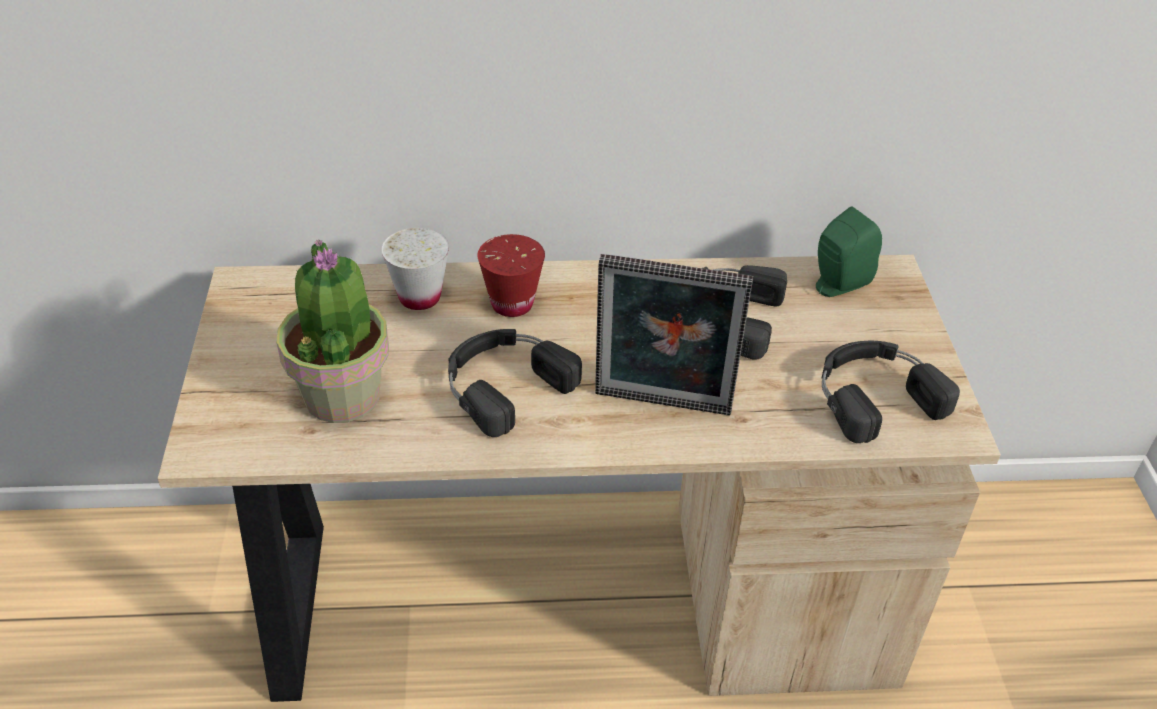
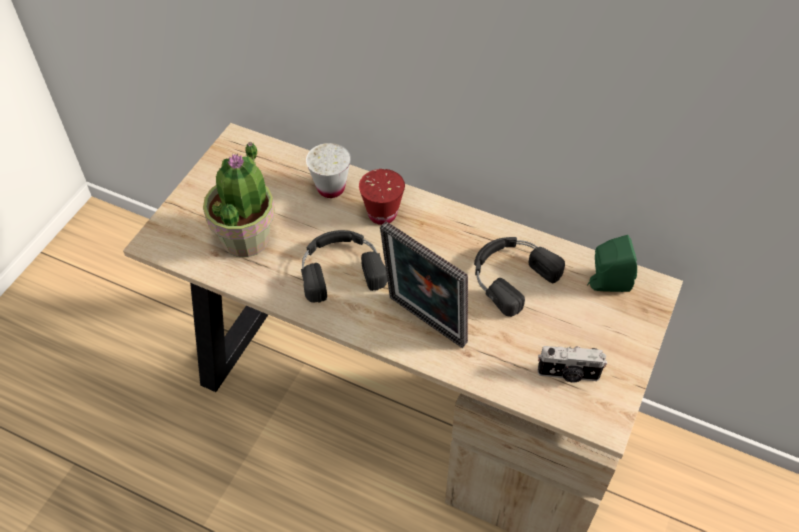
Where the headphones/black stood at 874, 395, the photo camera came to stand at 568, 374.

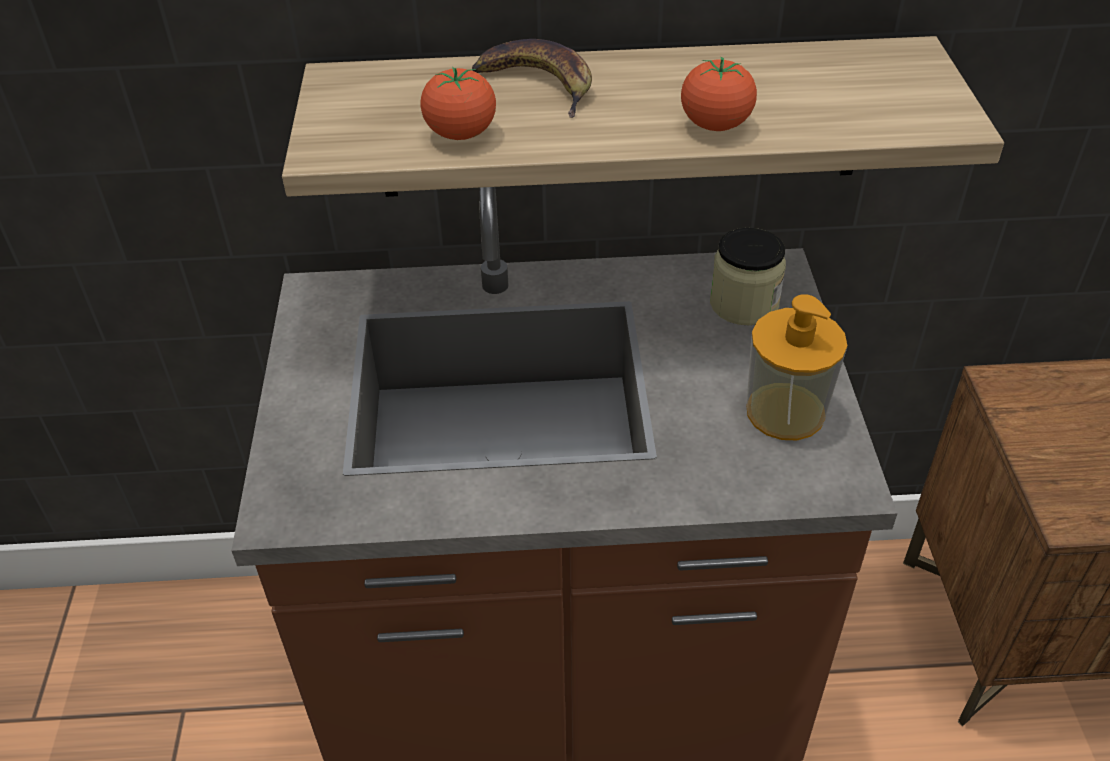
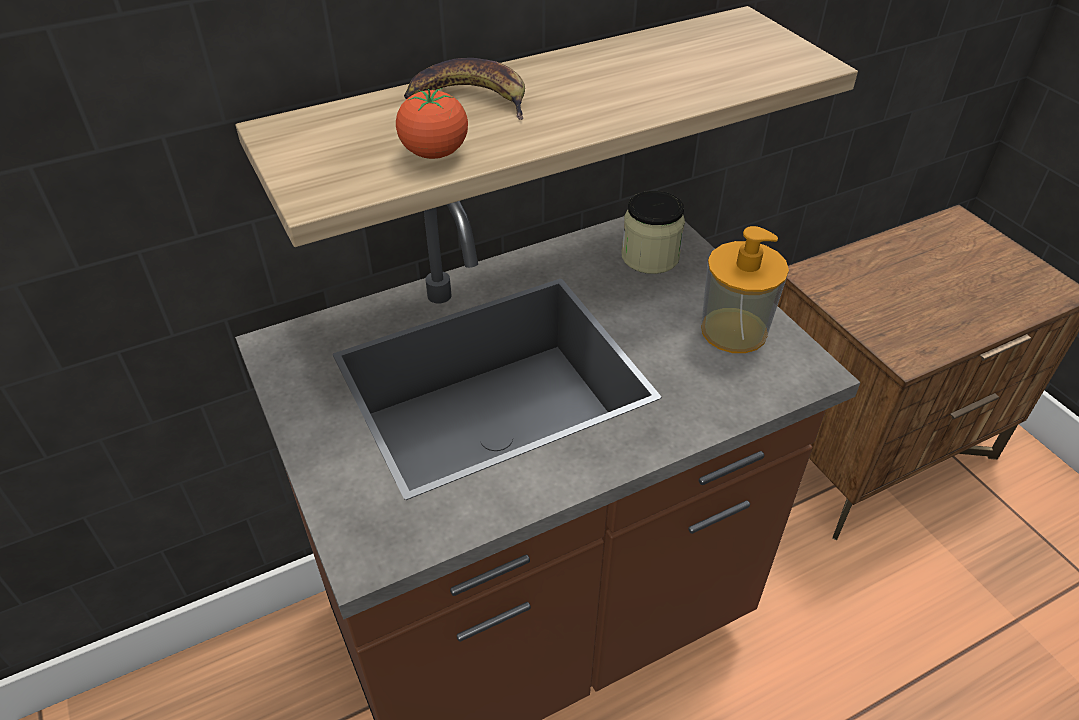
The second view lost the tomato at 715, 125.

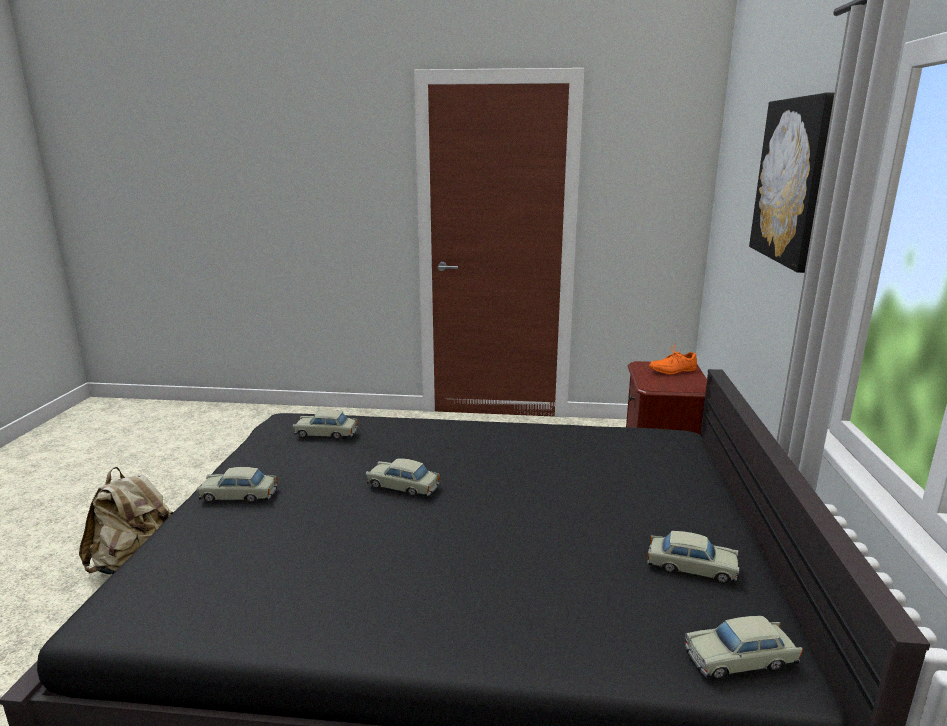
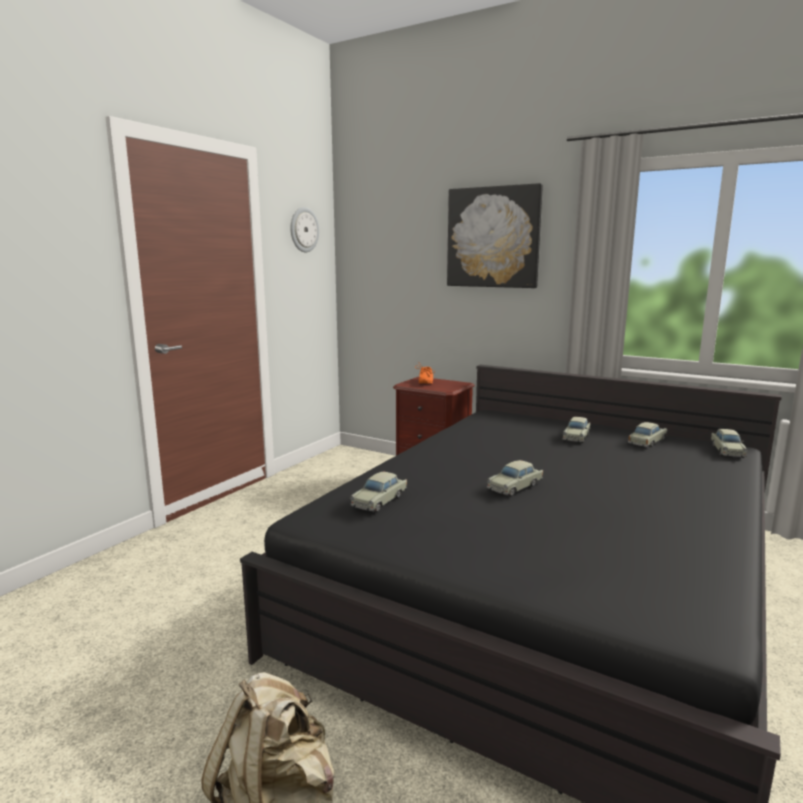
The second view gained the wall clock at 304, 230. The toy car/beige ended up elsewhere, having gone from 239, 495 to 576, 437.

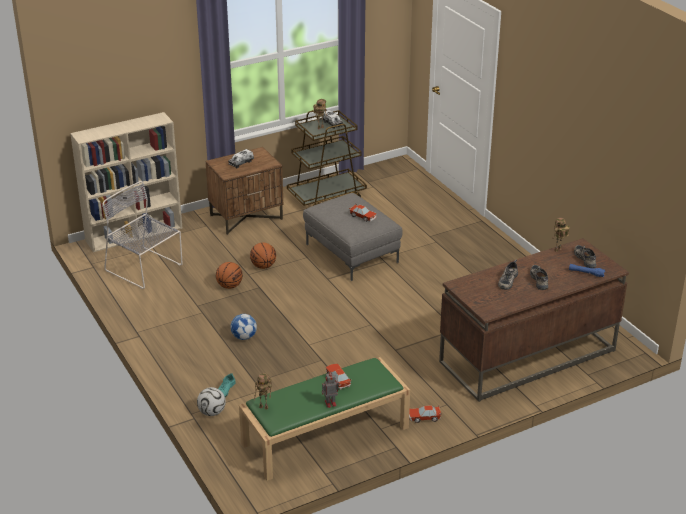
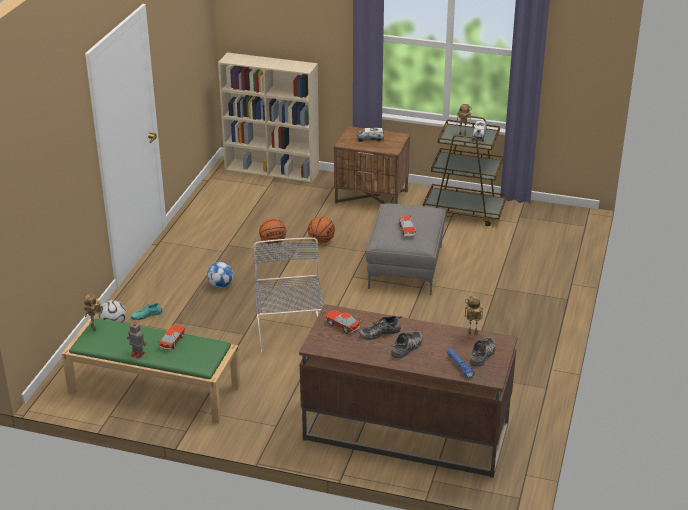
The chair/grey ended up elsewhere, having gone from 145, 268 to 290, 333. The toy car ended up elsewhere, having gone from 424, 417 to 342, 325.

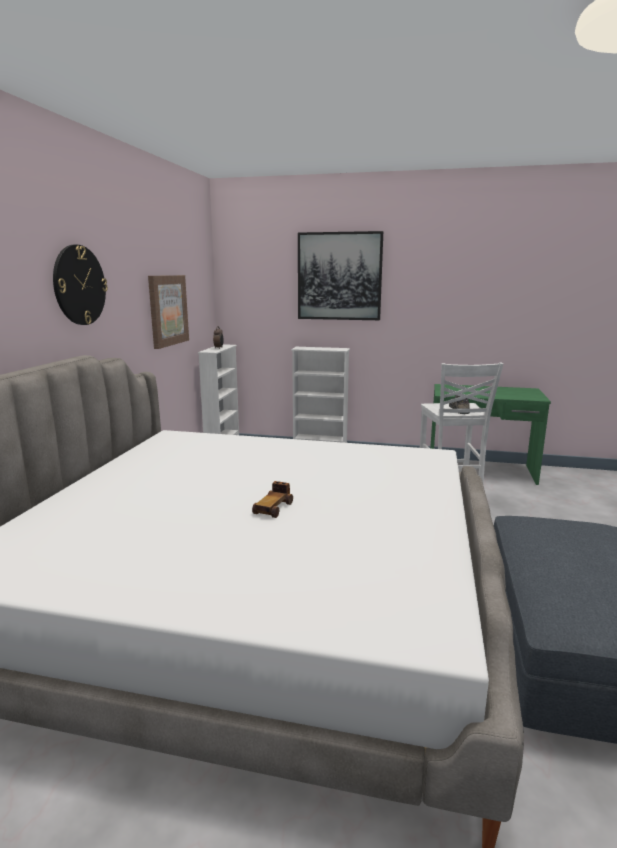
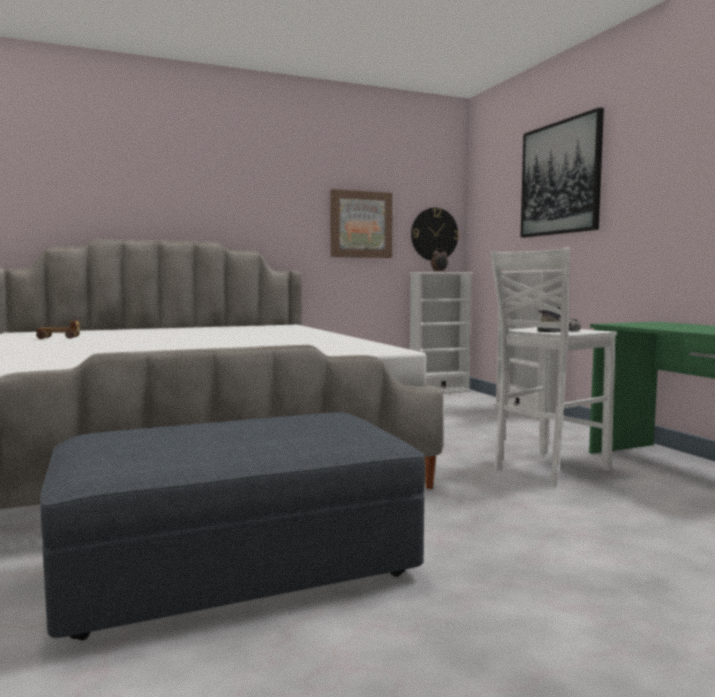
The toy car ended up elsewhere, having gone from 273, 508 to 59, 338. The wall clock ended up elsewhere, having gone from 79, 285 to 434, 234.

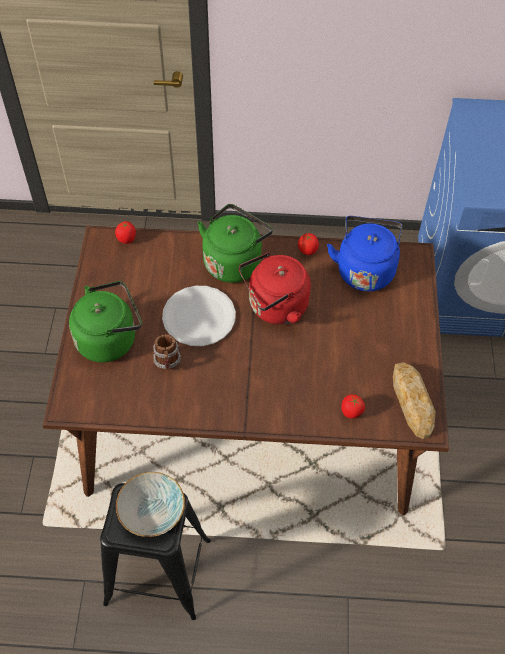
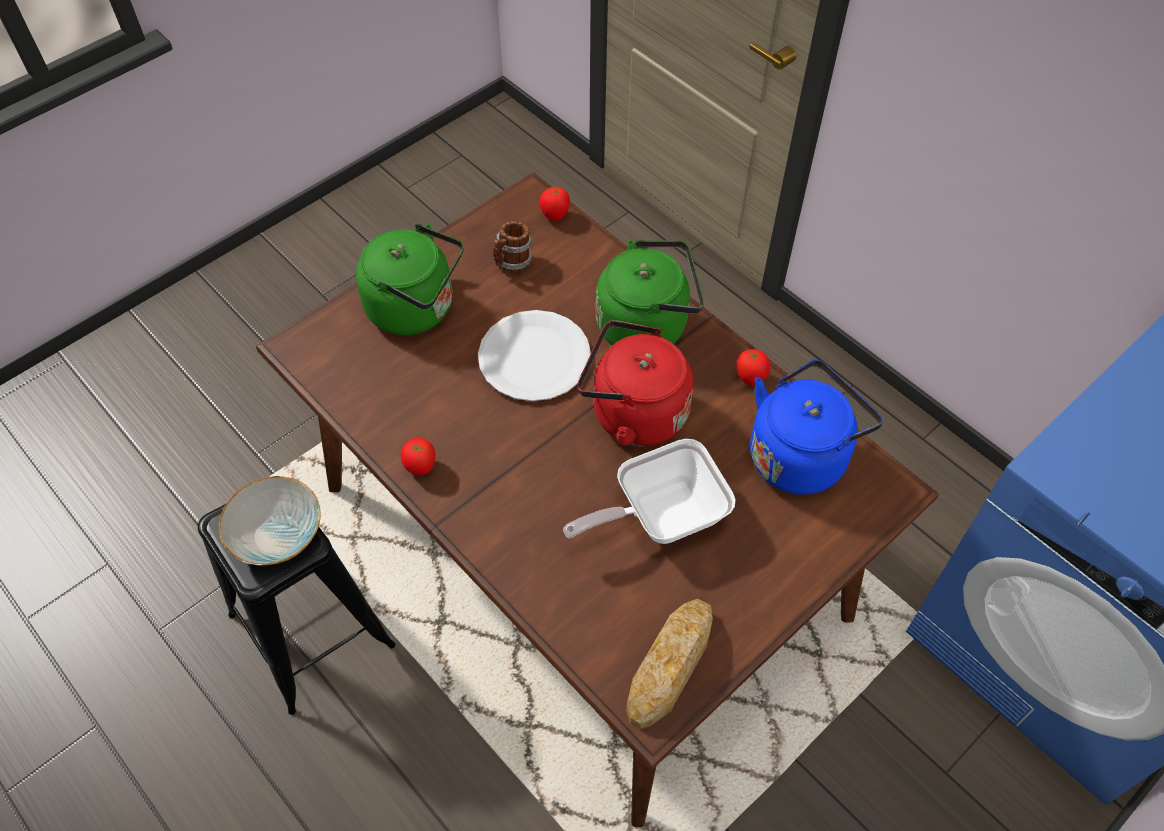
The tomato ended up elsewhere, having gone from 351, 413 to 420, 467. The mug ended up elsewhere, having gone from 168, 362 to 512, 263. The second view gained the frying pan at 660, 516.

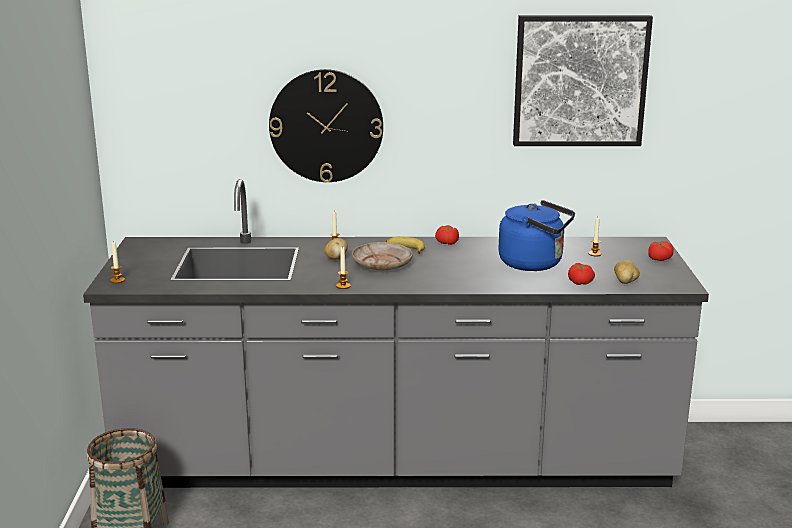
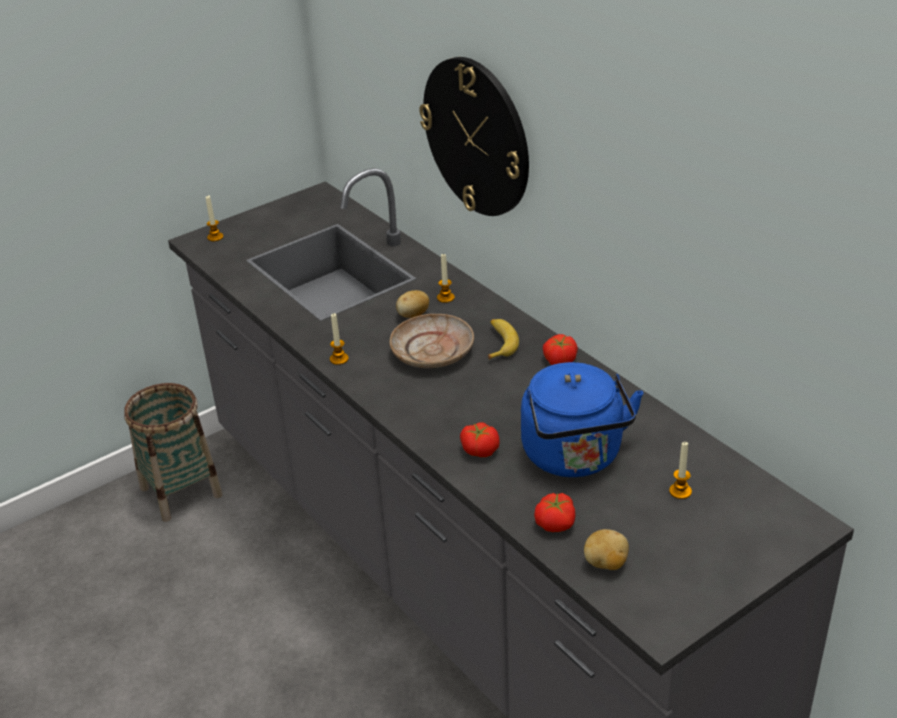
The tomato ended up elsewhere, having gone from 659, 258 to 480, 449. The second view lost the picture at 580, 81.

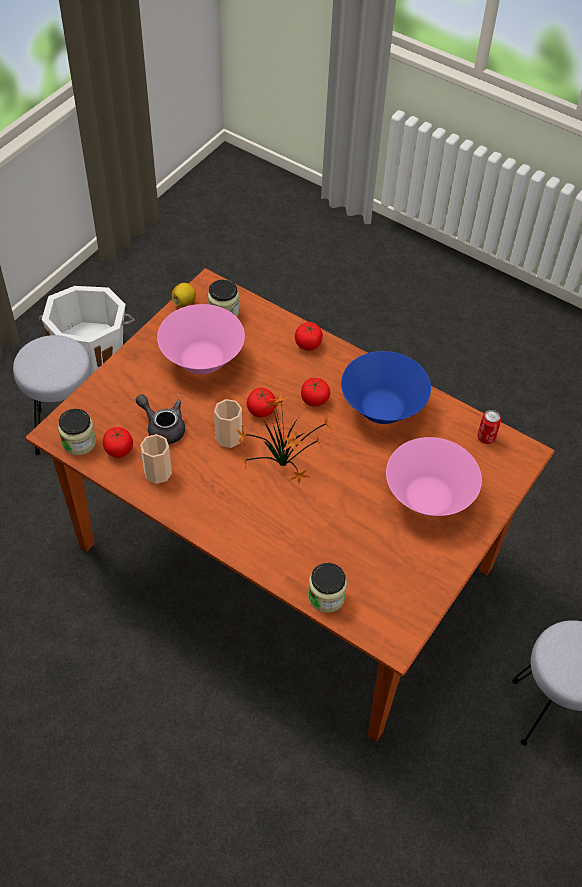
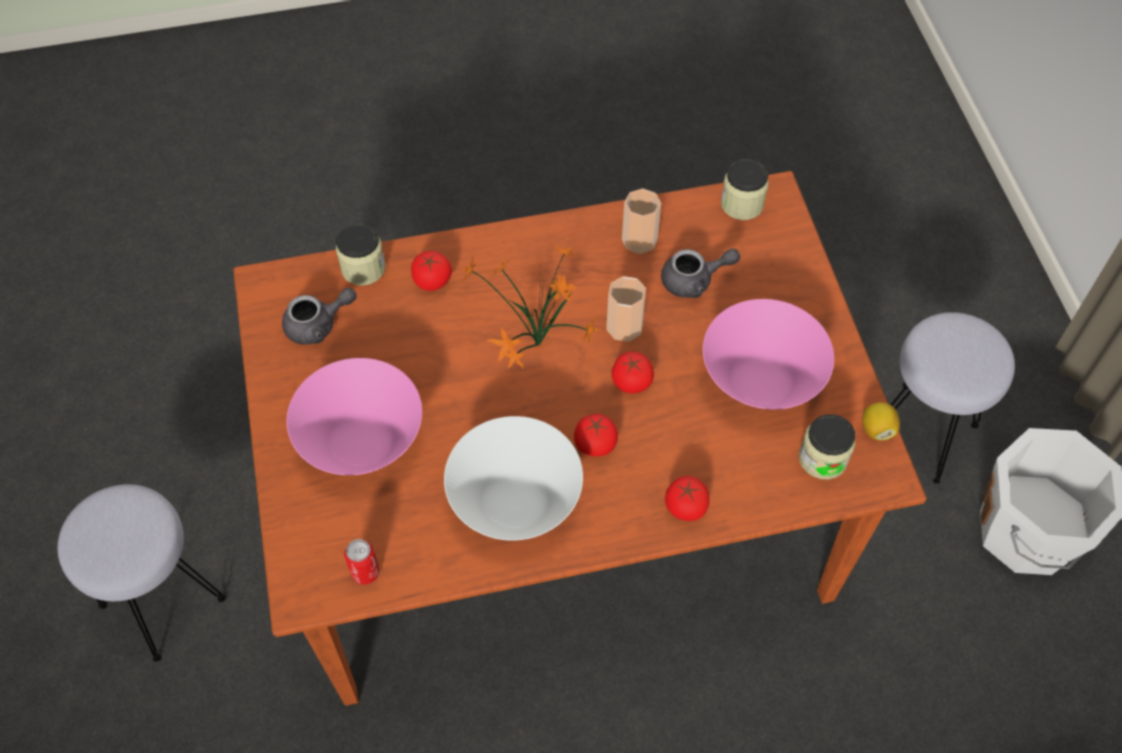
The second view gained the teapot/grey at 318, 325. The tomato ended up elsewhere, having gone from 119, 449 to 432, 280. What was the bowl/blue at 382, 408 turned into the bowl/white at 515, 502.

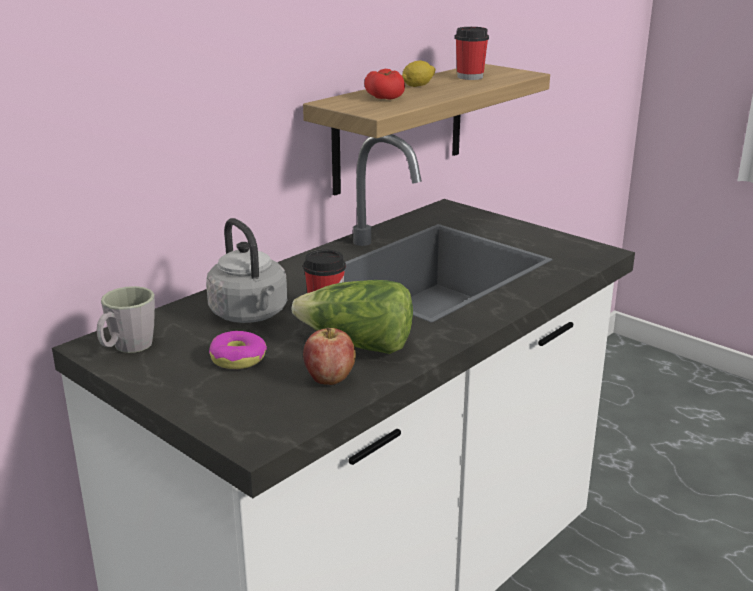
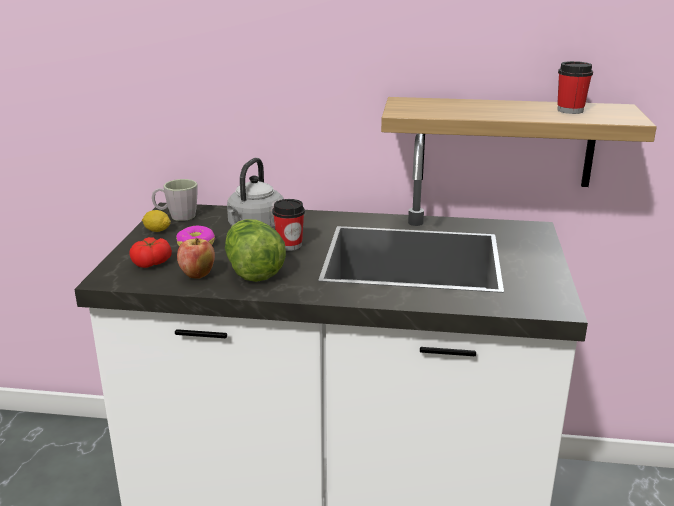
The tomato ended up elsewhere, having gone from 385, 97 to 152, 262. The lemon ended up elsewhere, having gone from 417, 85 to 157, 230.

